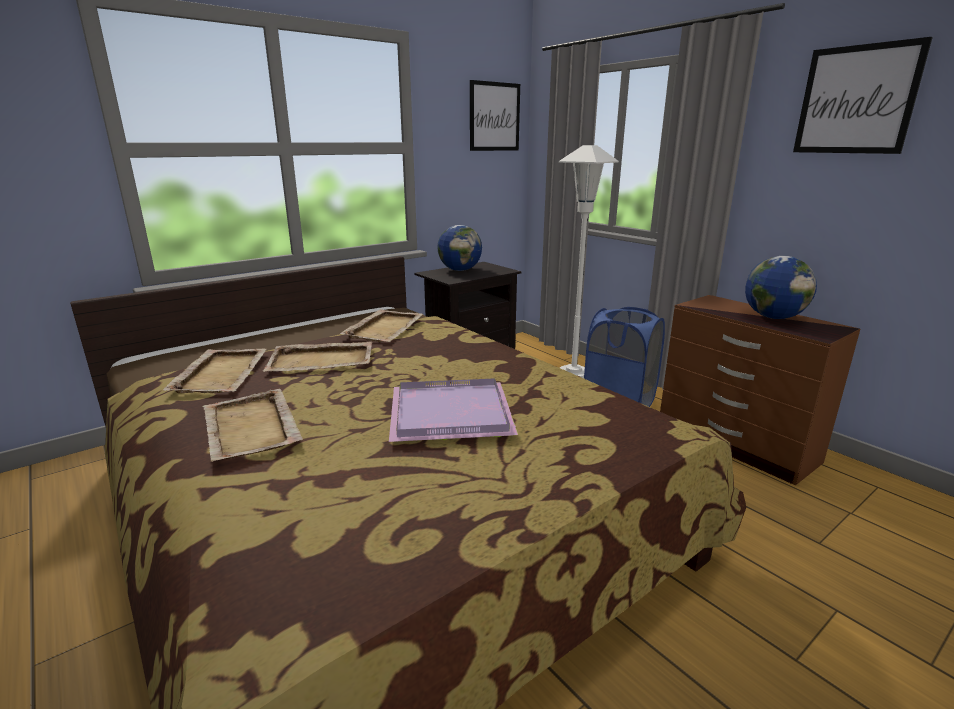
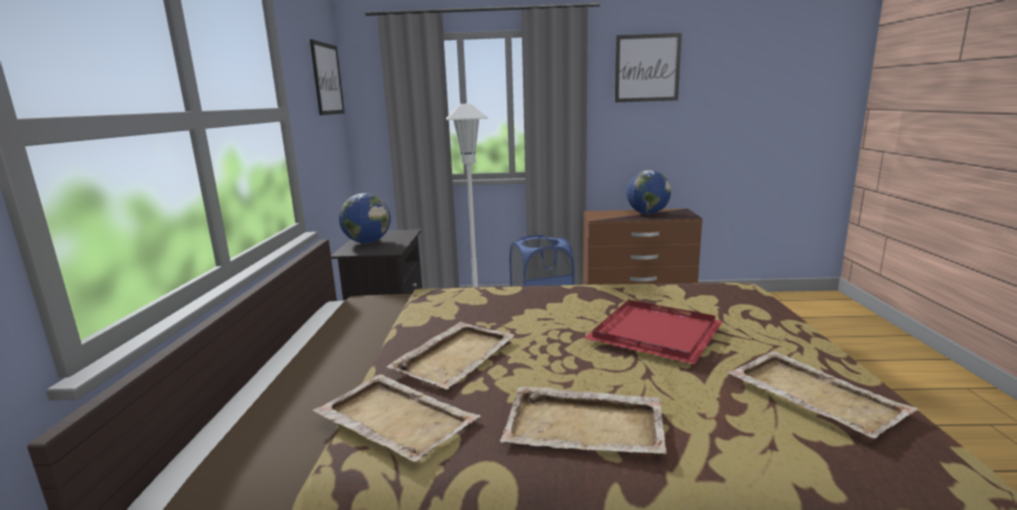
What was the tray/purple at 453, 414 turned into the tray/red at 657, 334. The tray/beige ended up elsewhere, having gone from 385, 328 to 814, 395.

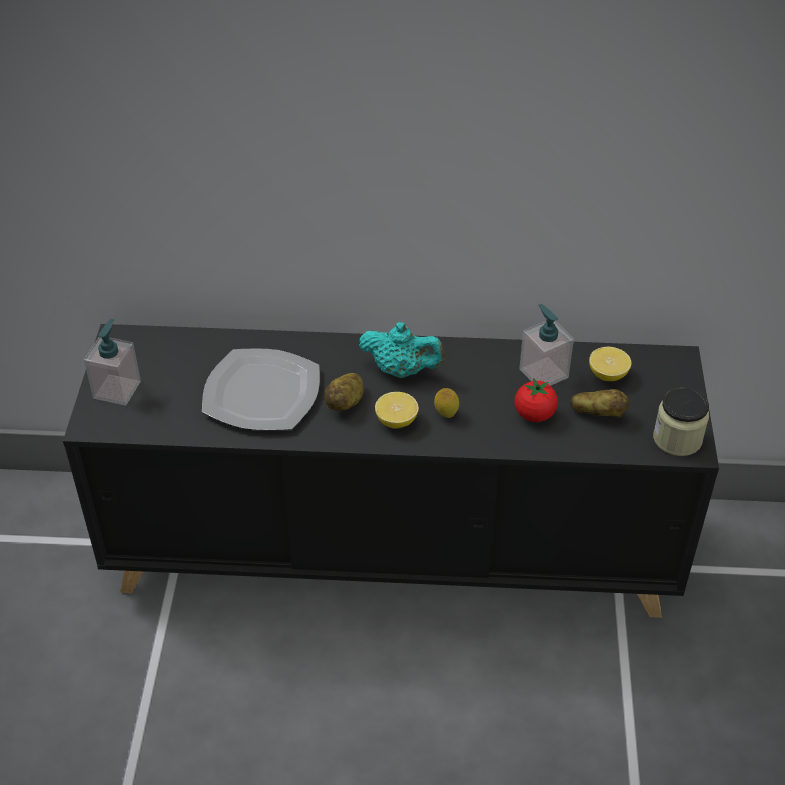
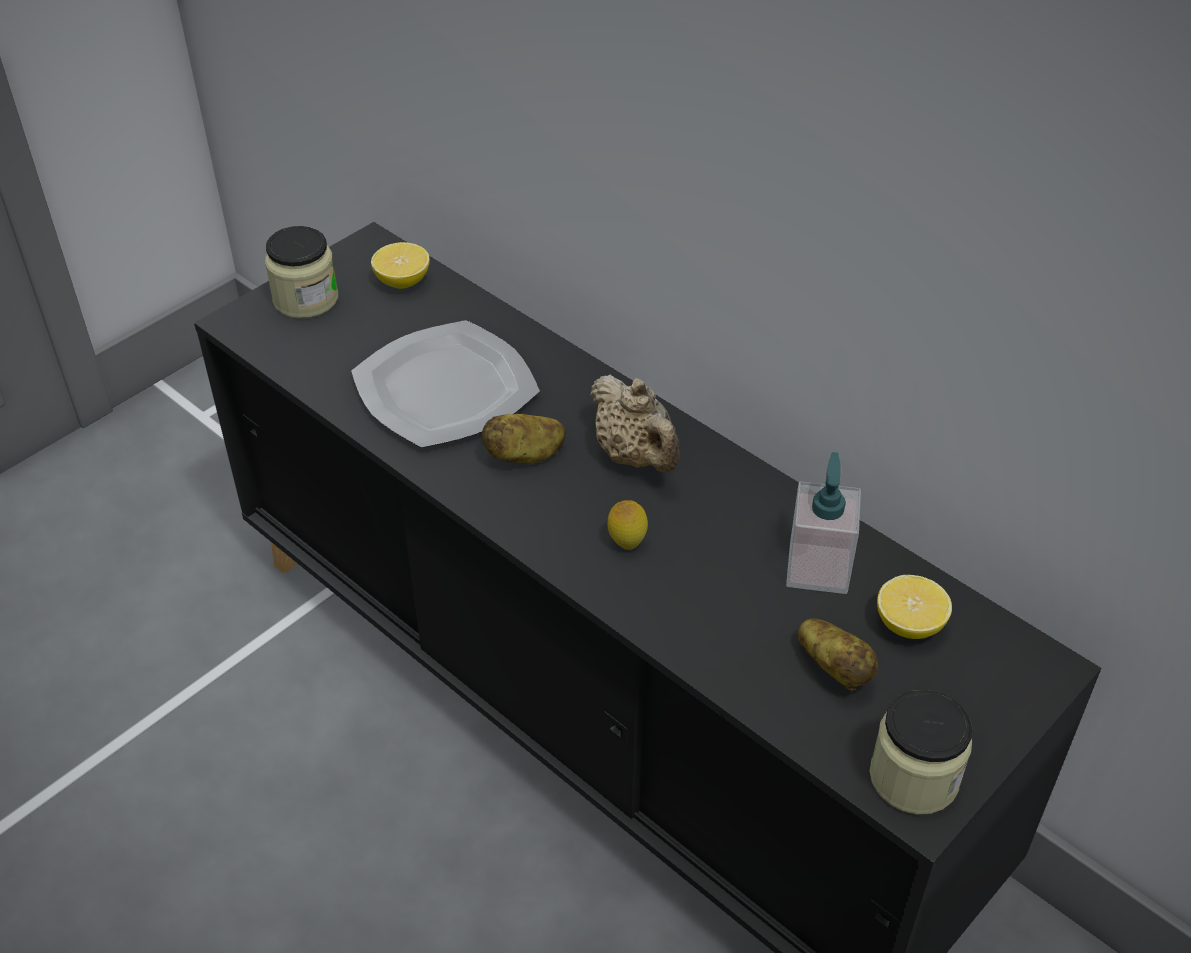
Where the soap dispenser stood at 117, 389, the jar came to stand at 306, 299. The lemon ended up elsewhere, having gone from 396, 421 to 403, 281. What was the teapot/turquoise at 401, 370 turned into the teapot/beige at 636, 456. The second view lost the tomato at 534, 414.

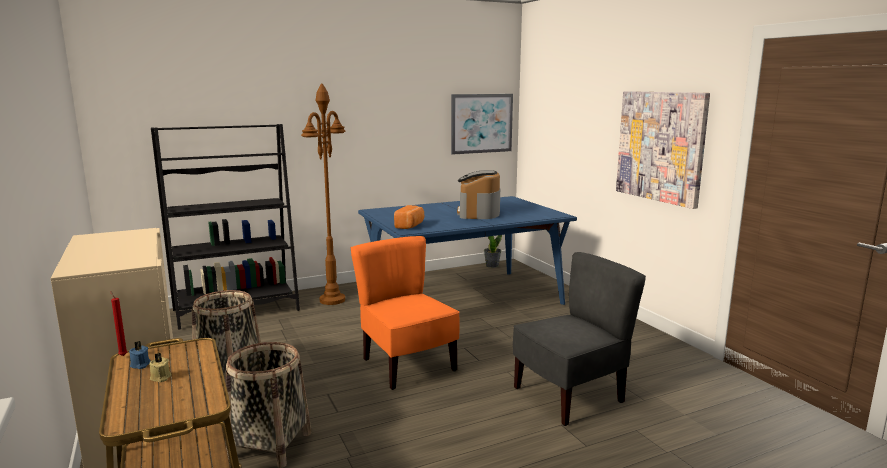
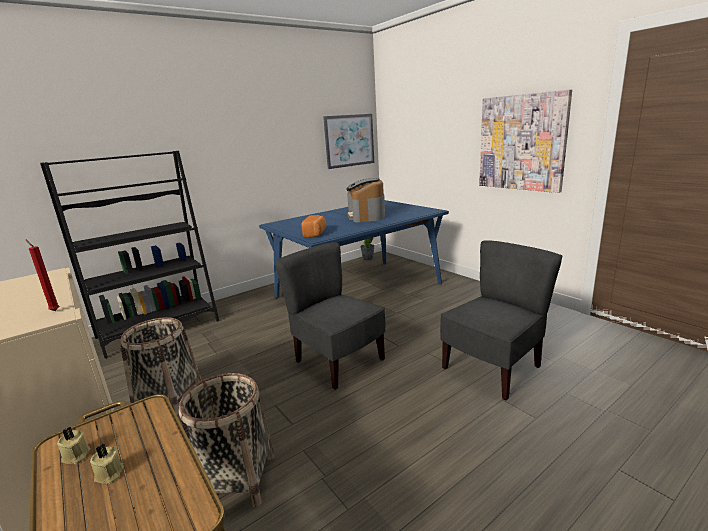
The candle/red ended up elsewhere, having gone from 122, 355 to 54, 311. What was the candle/blue at 140, 365 turned into the candle/beige at 76, 456. What was the chair/orange at 407, 365 turned into the chair/grey at 338, 361. The second view lost the floor lamp/brown at 332, 300.

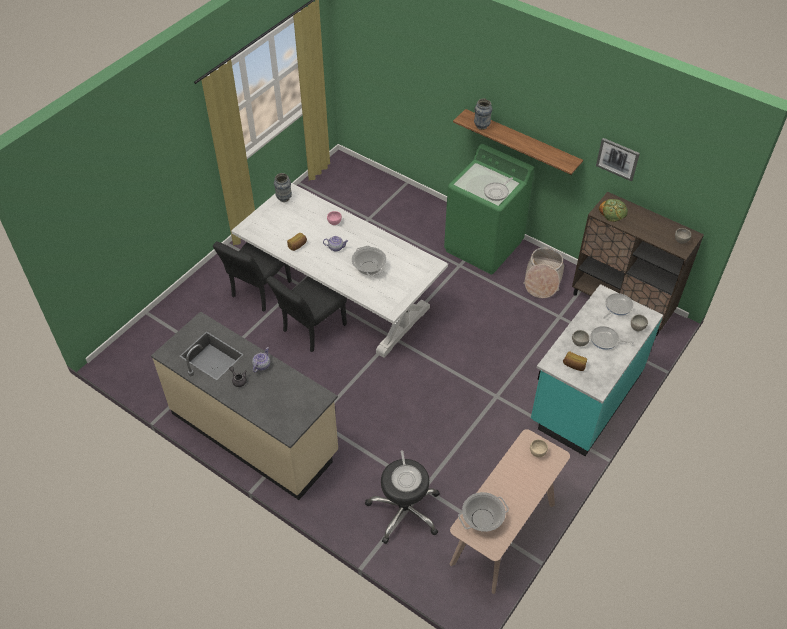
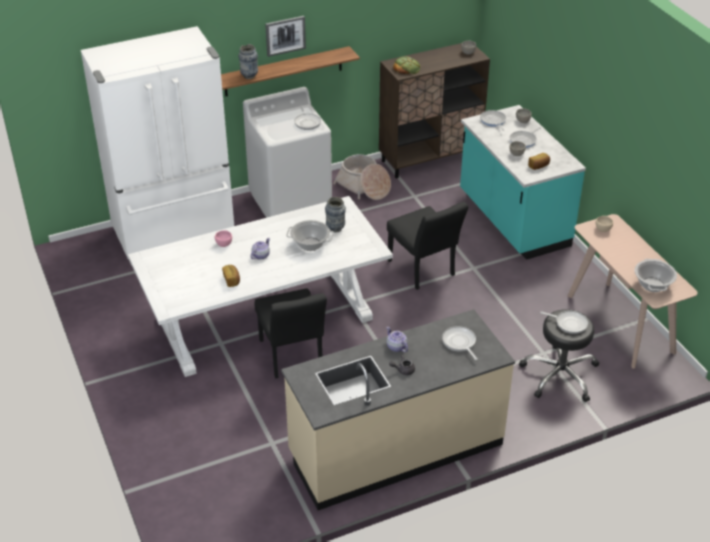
The second view gained the fridge/white at 175, 234. What was the washing machine/green at 484, 246 turned into the washing machine/white at 291, 203. The picture ended up elsewhere, having gone from 618, 158 to 285, 35. The vase ended up elsewhere, having gone from 284, 198 to 335, 228. The chair/black ended up elsewhere, having gone from 258, 292 to 424, 271. The second view gained the frying pan at 459, 342.

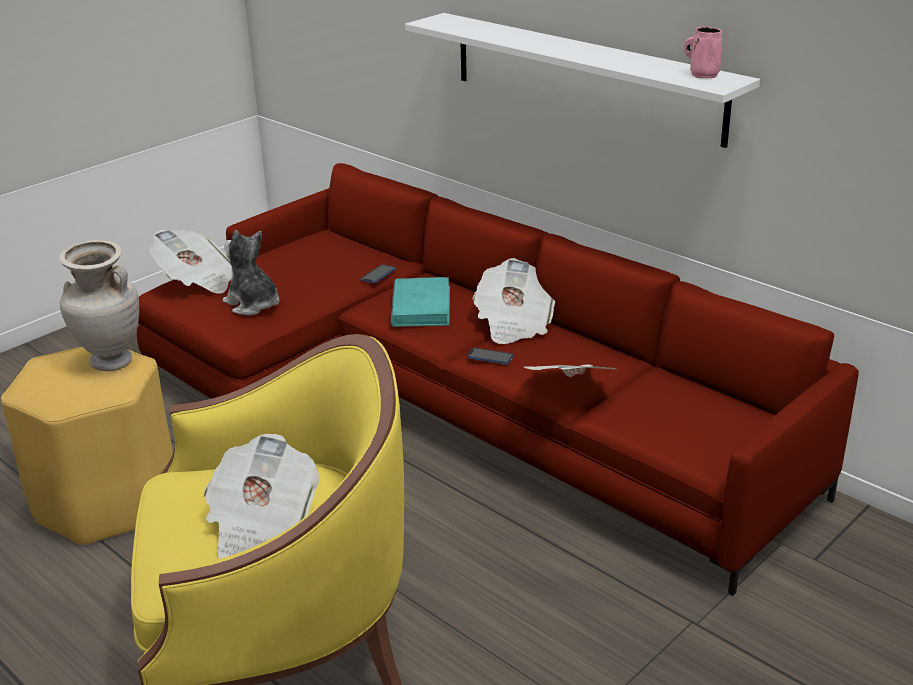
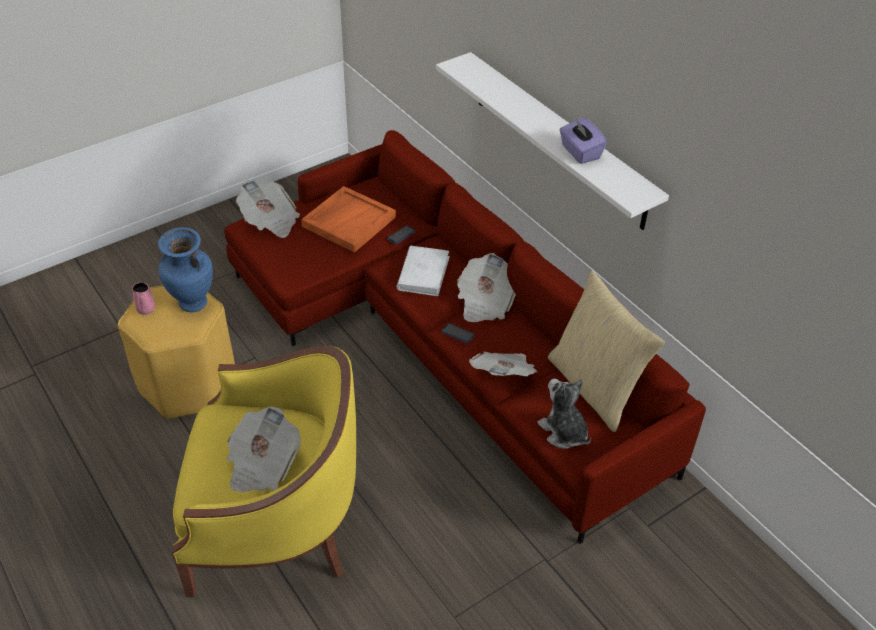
The mug/pink ended up elsewhere, having gone from 702, 74 to 145, 308. What was the vase/beige at 111, 363 turned into the vase/blue at 193, 304. The second view gained the tray/orange at 349, 221. What was the book/turquoise at 421, 306 turned into the book/white at 423, 273. The plush toy ended up elsewhere, having gone from 253, 304 to 563, 432. The second view gained the pillow/beige at 595, 387. The second view gained the tissue box/purple at 580, 152.

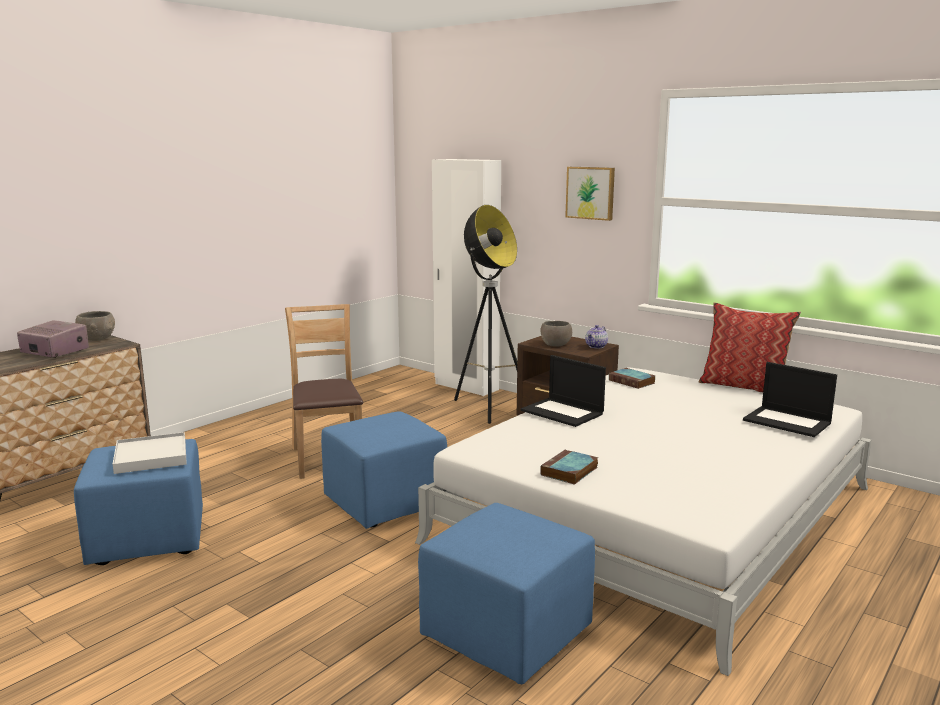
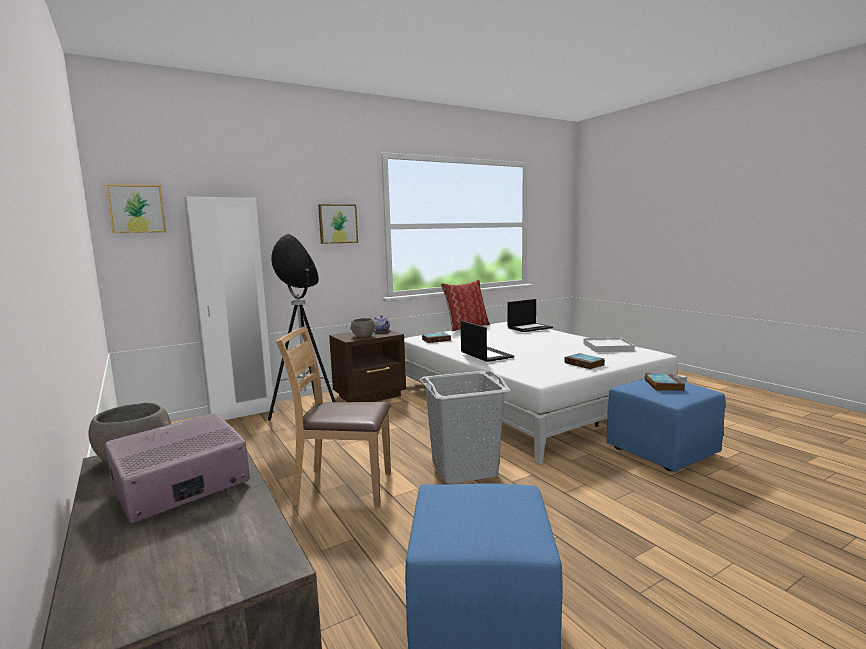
The second view gained the picture at 137, 209. Where the ottoman/blue stood at 386, 503, the laundry basket/grey came to stand at 463, 469. The laptop at 563, 412 ended up facing another way, 90 degrees counterclockwise from before. The tray/white ended up elsewhere, having gone from 151, 456 to 607, 347. The second view gained the book at 662, 385.

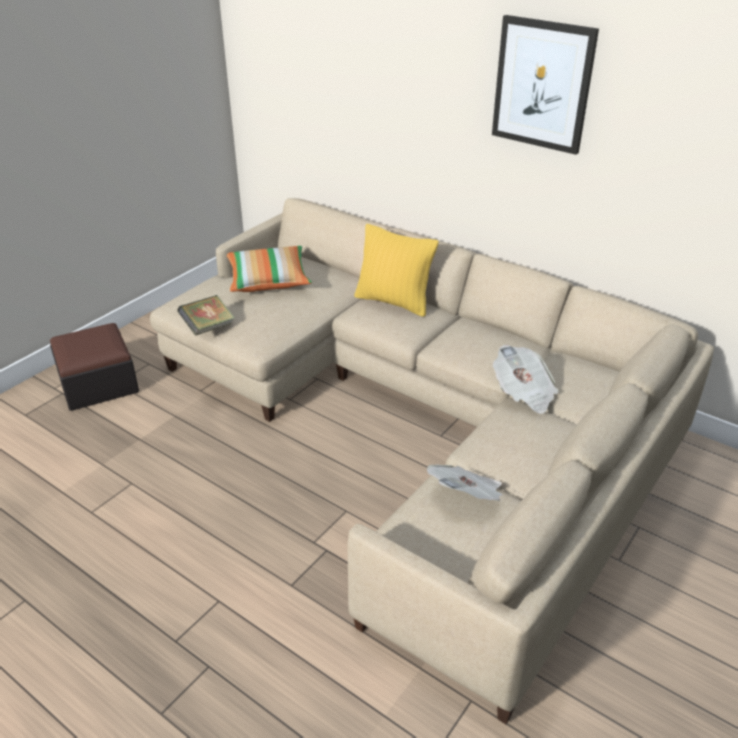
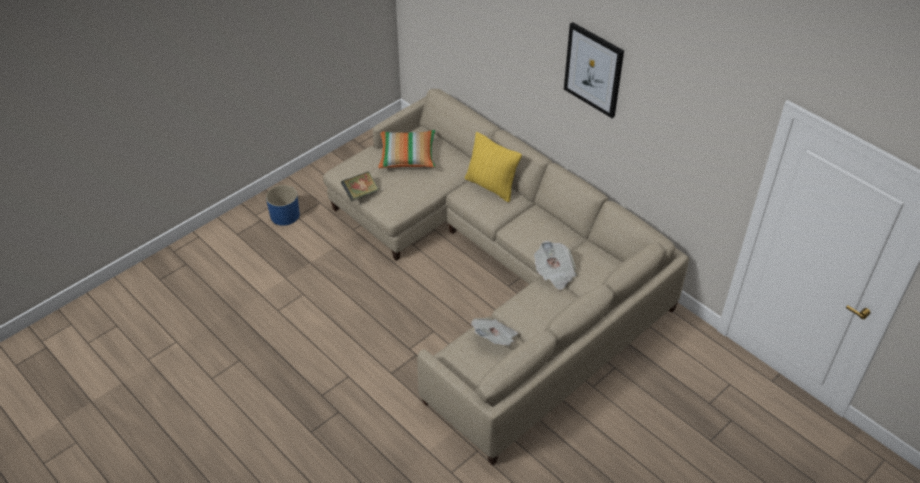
Where the ottoman stood at 98, 383, the planter/blue came to stand at 285, 215.

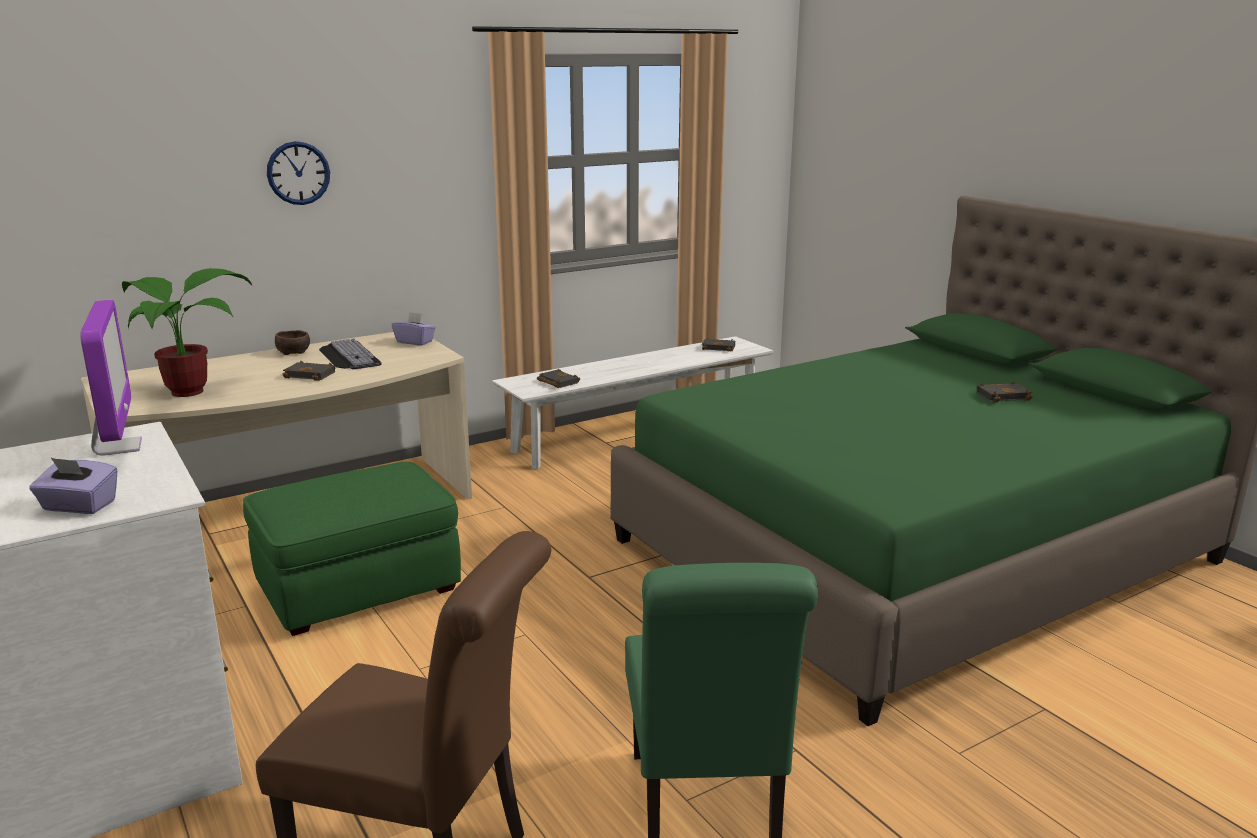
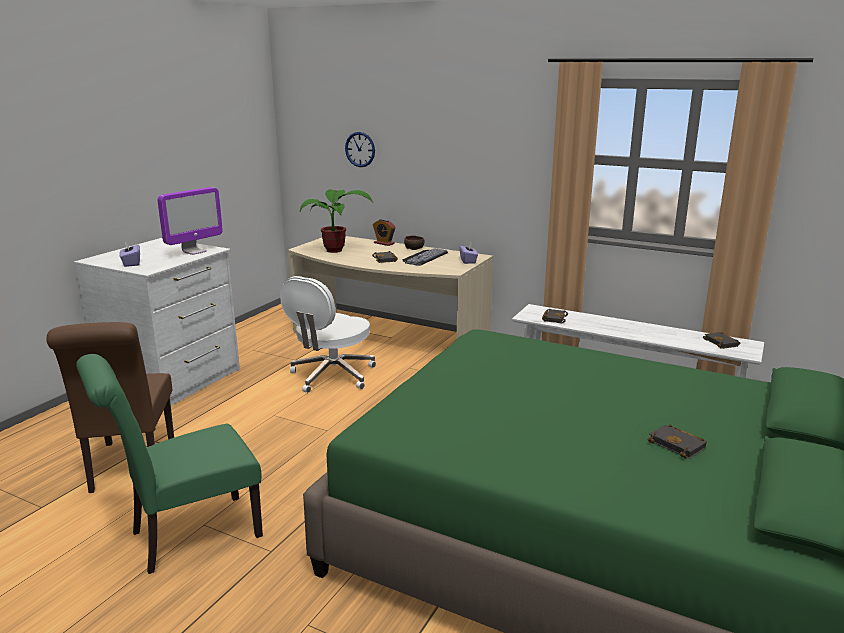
Where the ottoman/green stood at 357, 589, the office chair/white came to stand at 331, 376. The wall clock ended up elsewhere, having gone from 298, 173 to 360, 149. The second view gained the alarm clock at 384, 243.

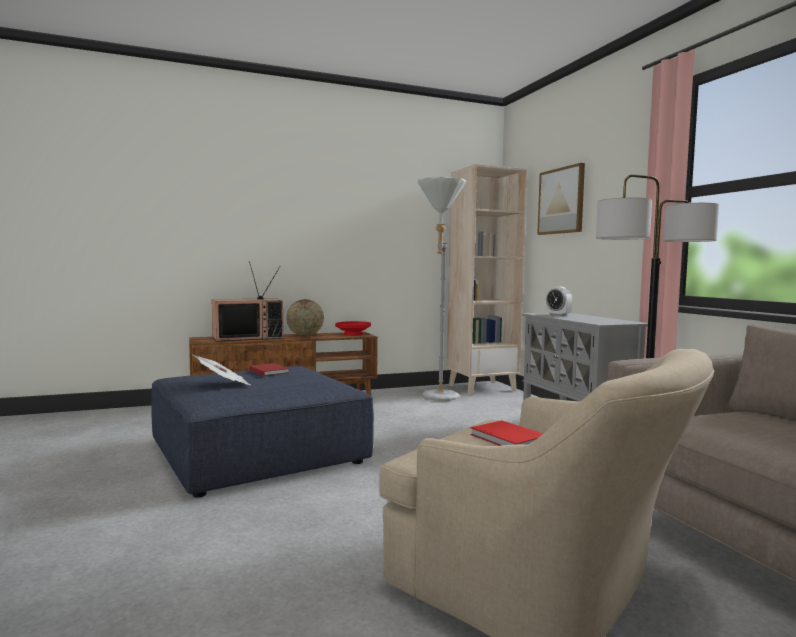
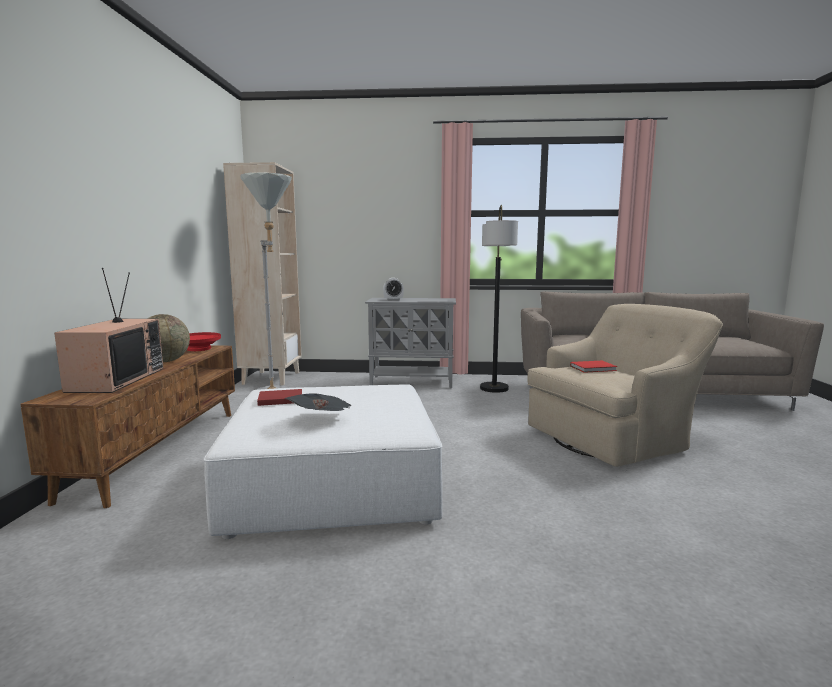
What was the ottoman/blue at 257, 452 turned into the ottoman/white at 332, 483. The second view lost the picture at 561, 201.

